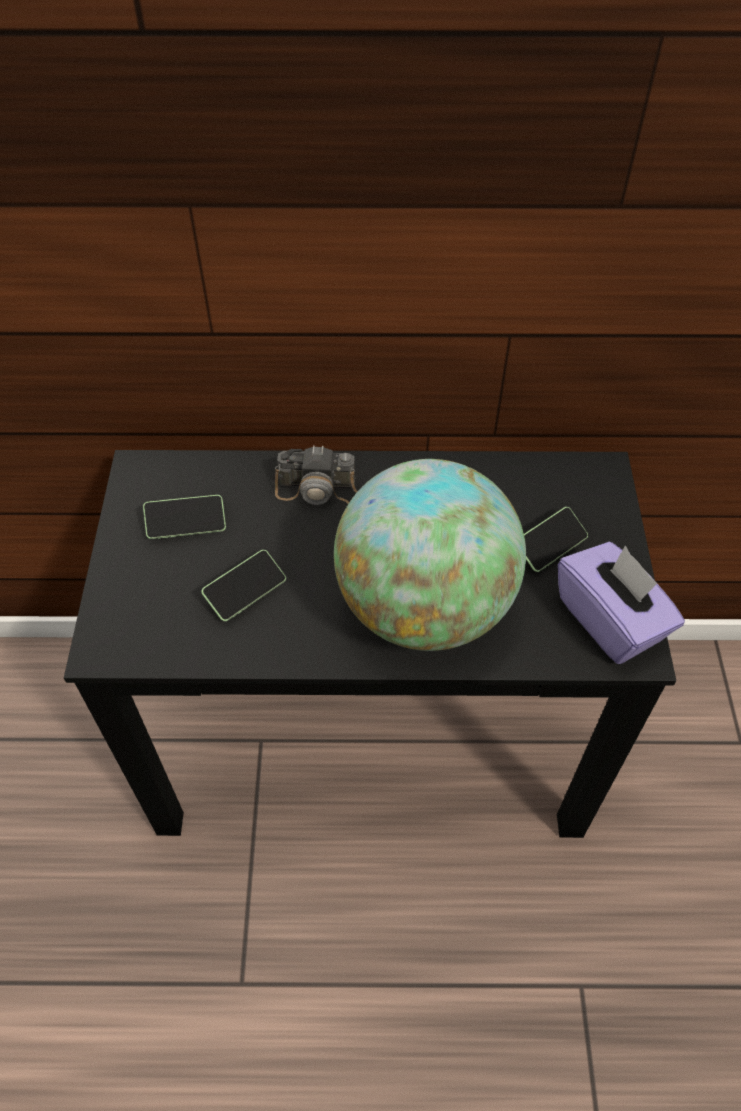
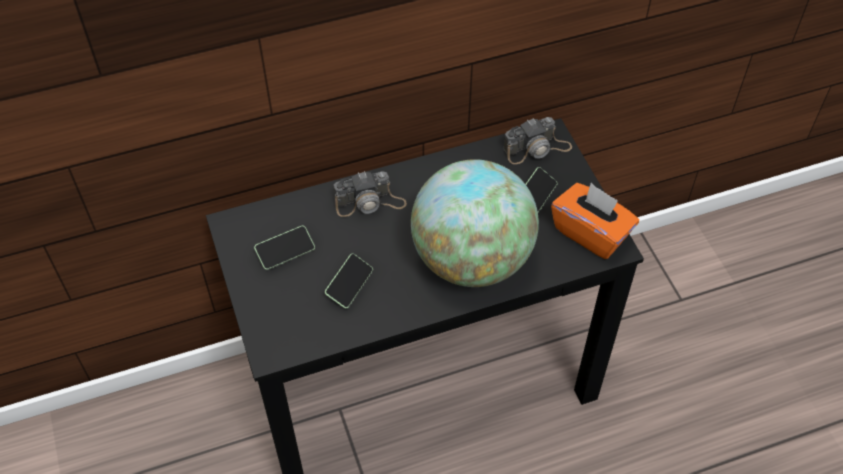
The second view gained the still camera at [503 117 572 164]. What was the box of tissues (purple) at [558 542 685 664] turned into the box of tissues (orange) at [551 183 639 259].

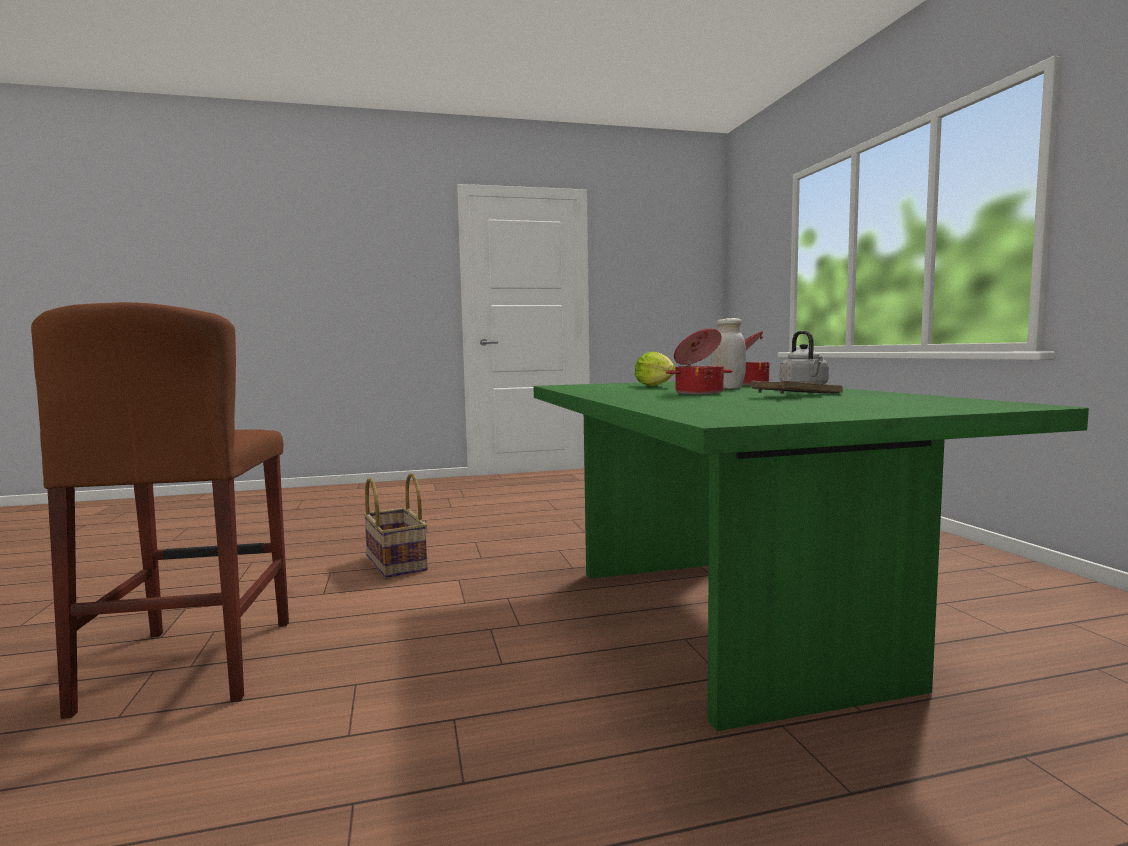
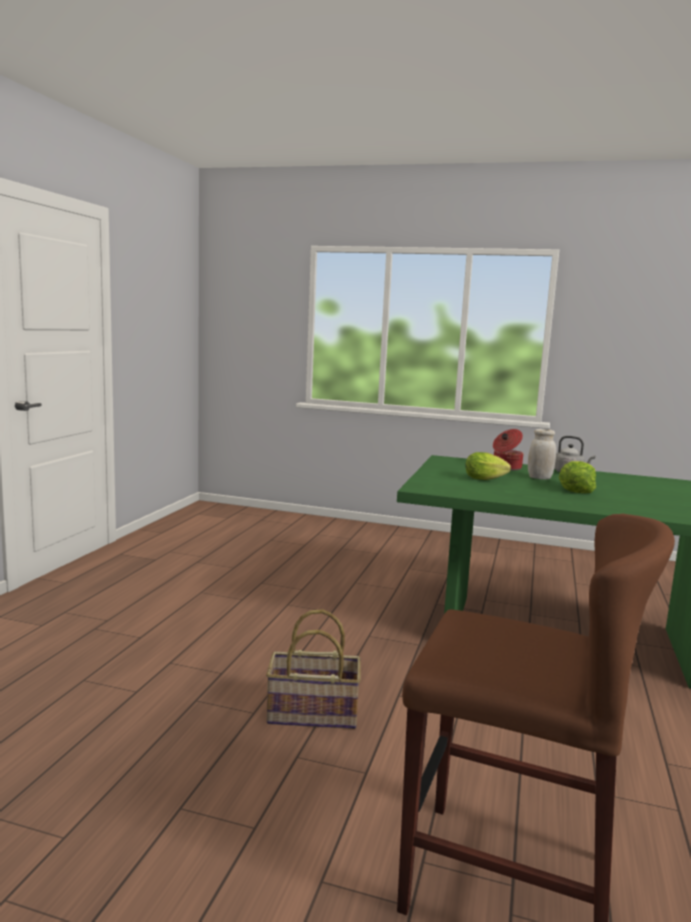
The second view lost the tray (brown) at [750 380 843 394]. Where the saucepot stood at [666 328 733 394], the head of lettuce came to stand at [559 461 596 493].

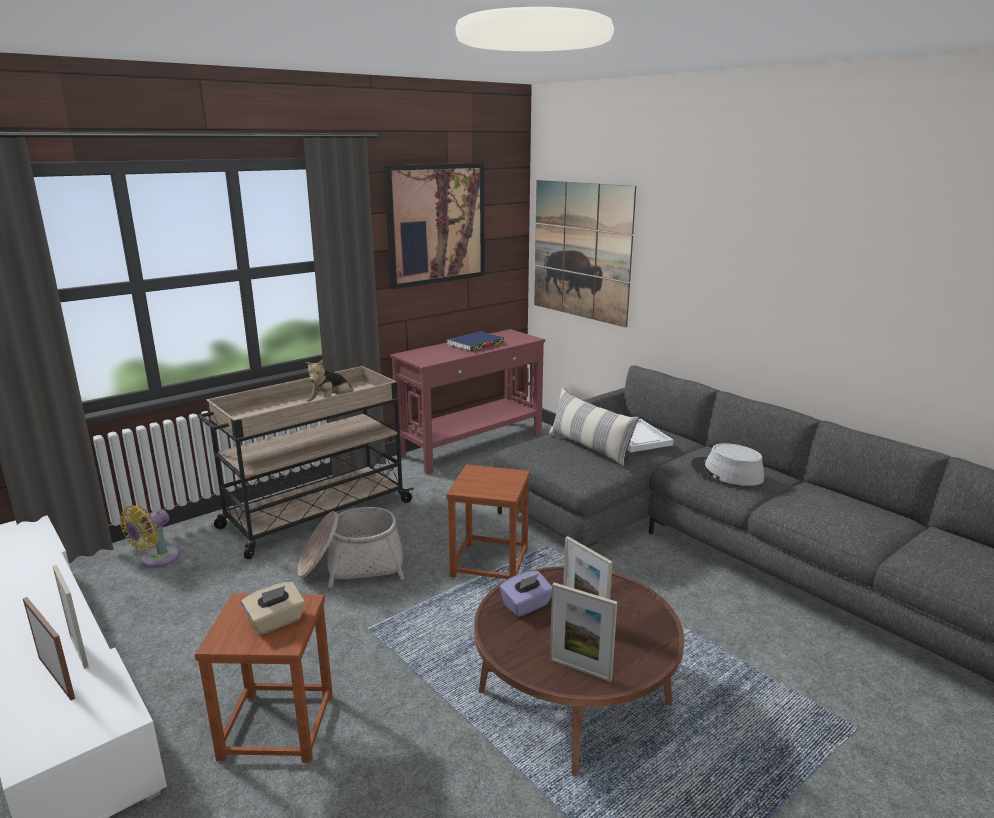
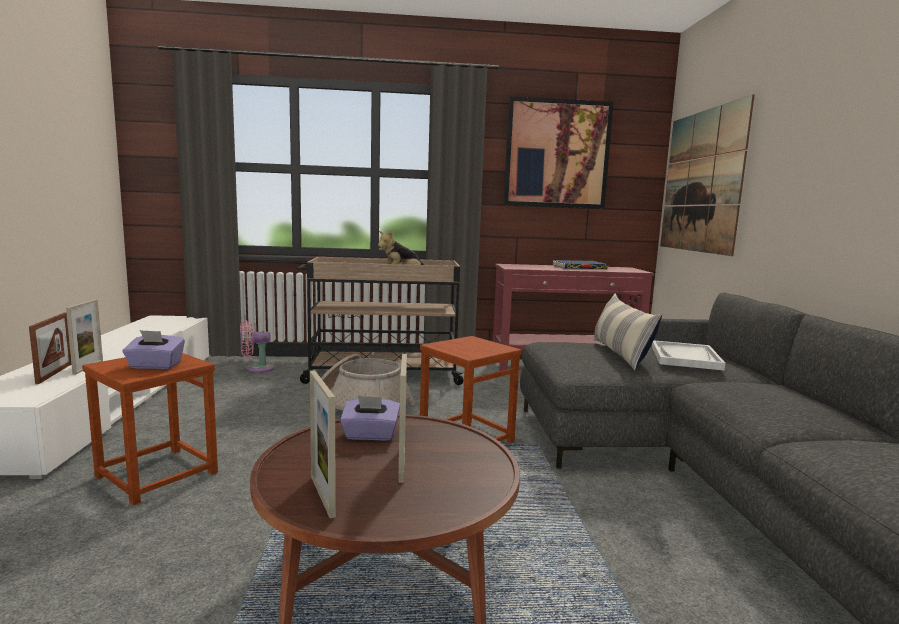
The second view lost the clothing hat (gray) at [691 443 764 486]. What was the electric fan (yellowish) at [120 505 179 568] turned into the electric fan (pink-coloured) at [240 320 275 373]. What was the box of tissues (sand-coloured) at [241 582 305 635] turned into the box of tissues (purple) at [123 330 185 369].

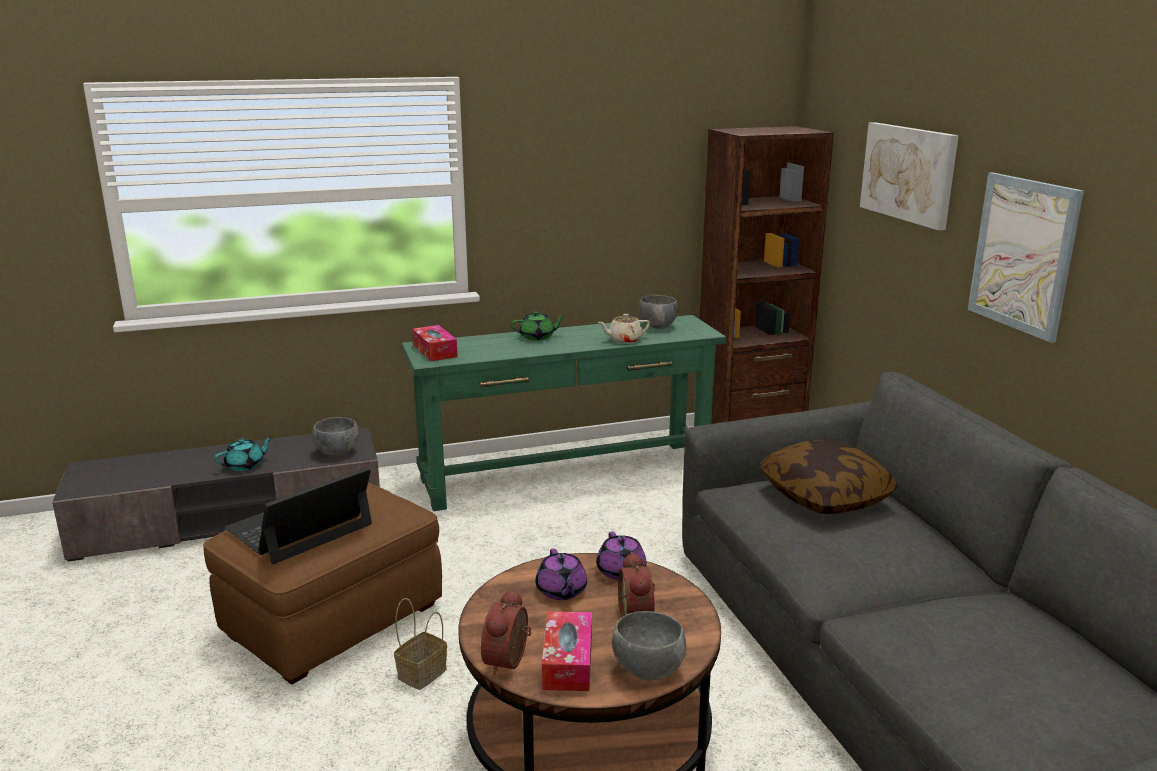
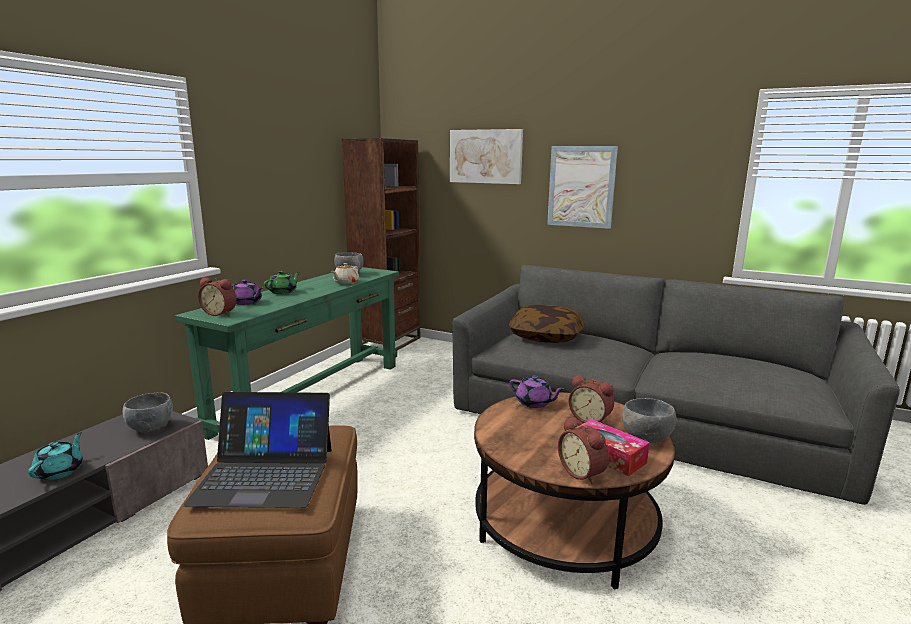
The second view lost the basket at [394 598 447 690]. The tea pot (purple) ended up elsewhere, having gone from [535 548 587 600] to [232 280 262 305]. Where the box of tissues stood at [412 325 458 361], the table clock came to stand at [198 277 237 316]. The laptop at [225 467 372 564] ended up facing another way, 90 degrees counterclockwise from before.

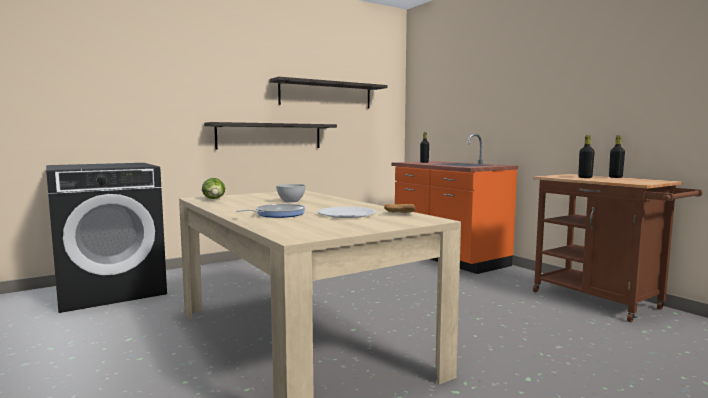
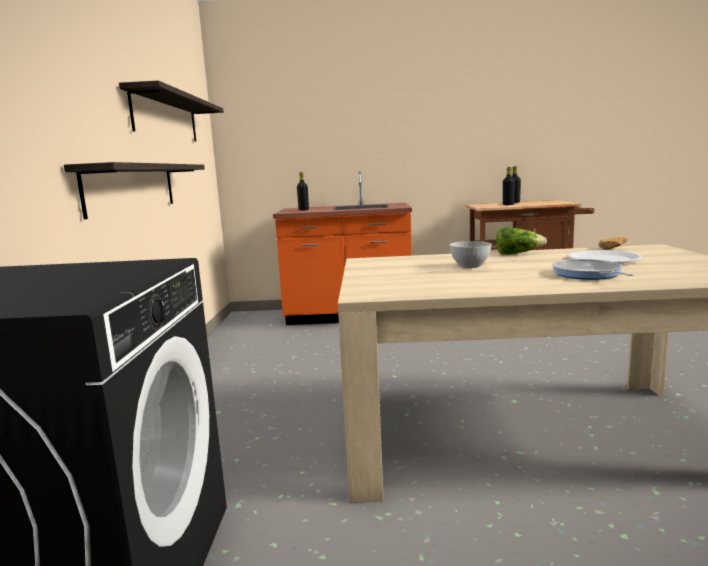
The head of lettuce ended up elsewhere, having gone from [202 178 225 199] to [496 227 547 255].

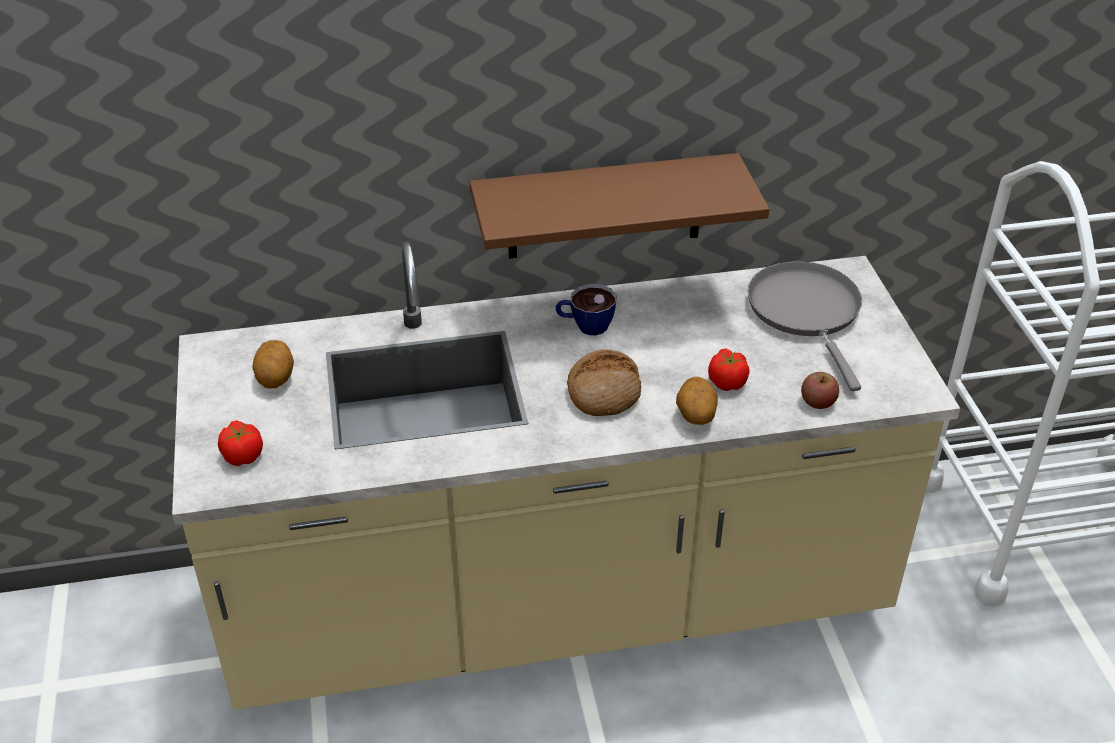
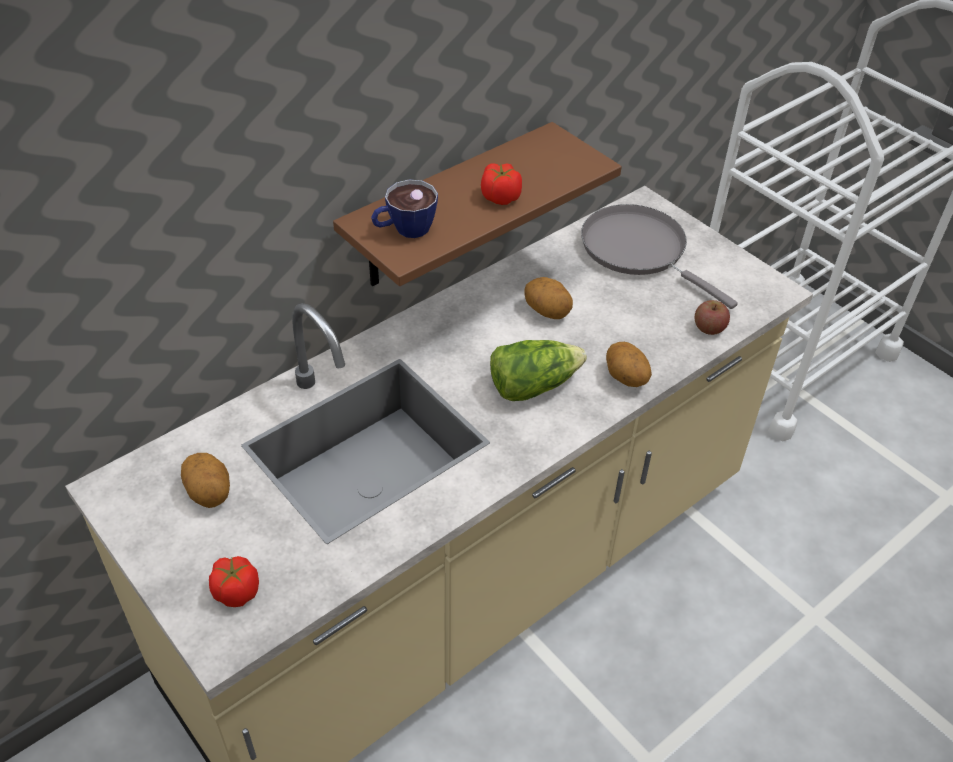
The second view gained the spud at [525 277 573 319]. The drinking cup ended up elsewhere, having gone from [555 284 617 336] to [371 179 438 238]. The tomato ended up elsewhere, having gone from [708 349 749 391] to [481 163 522 205]. Where the bakery bread stood at [567 349 641 416], the head of lettuce came to stand at [490 340 587 401].

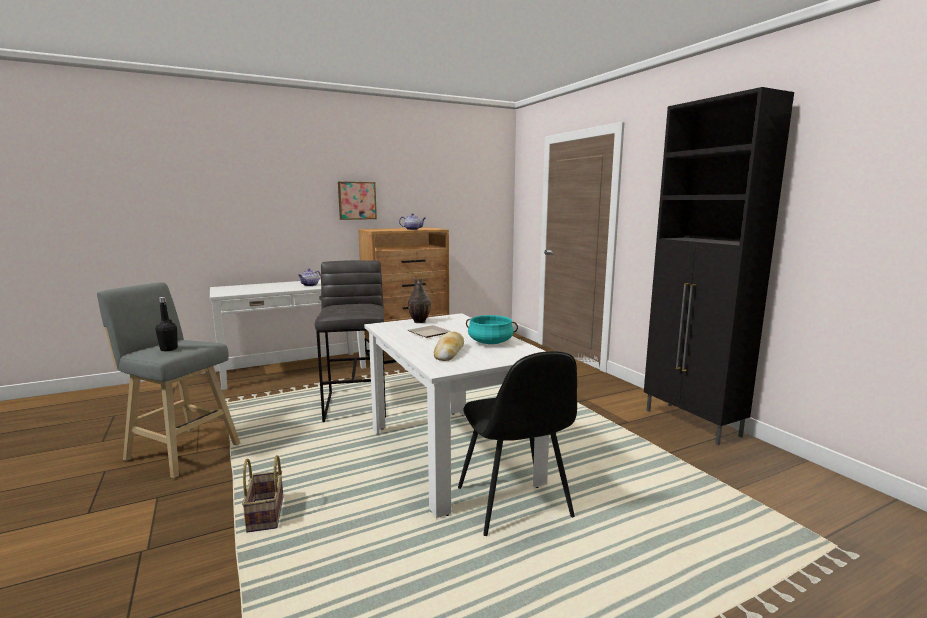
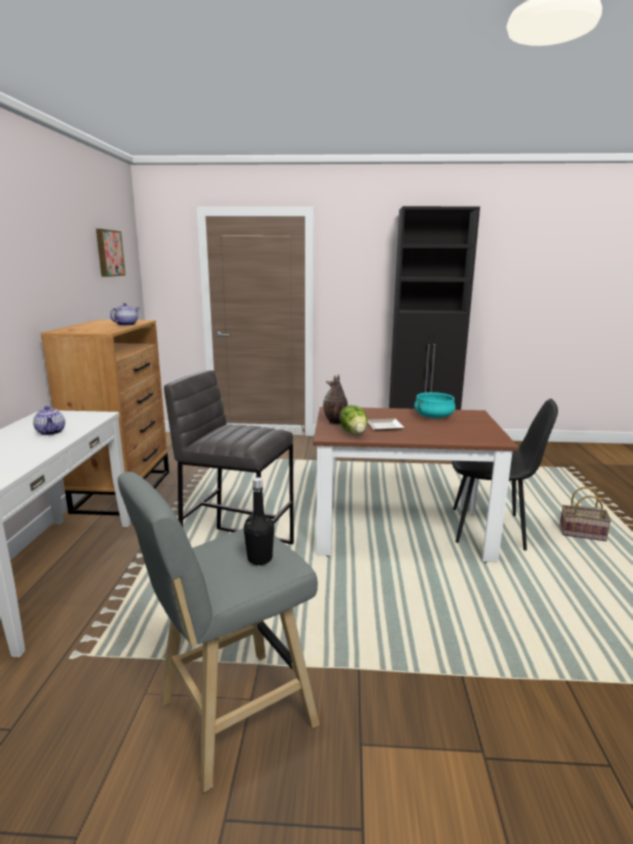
The second view lost the bakery bread at [434 331 464 361]. The second view gained the head of lettuce at [339 405 368 434]. The basket ended up elsewhere, having gone from [242 455 283 533] to [560 487 612 541]. The wall art ended up elsewhere, having gone from [338 181 377 220] to [96 229 126 277]. What was the dinner table (whitish) at [364 313 549 518] turned into the dinner table (brown) at [313 407 518 563].

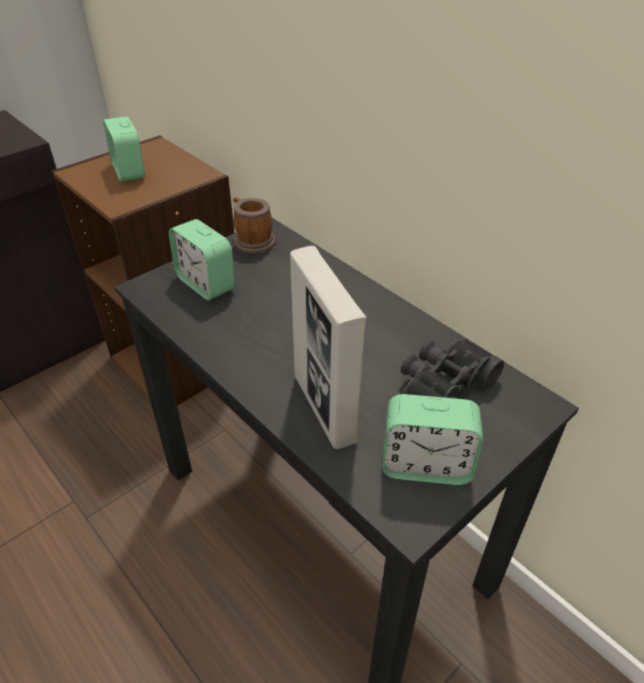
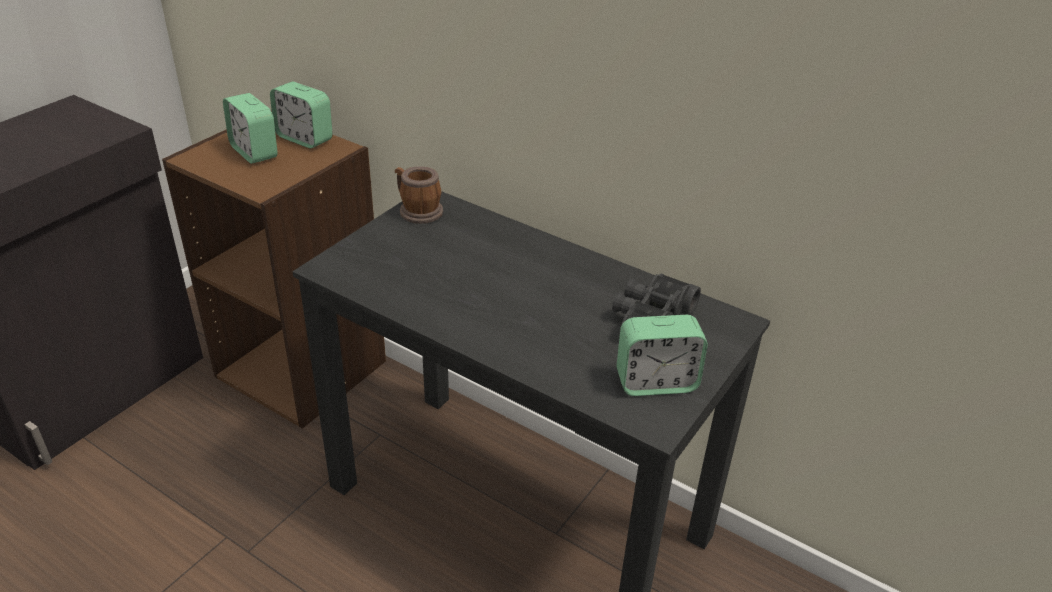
The second view lost the photo frame at [290 246 366 449]. The table clock ended up elsewhere, having gone from [169 219 235 300] to [270 82 333 148].

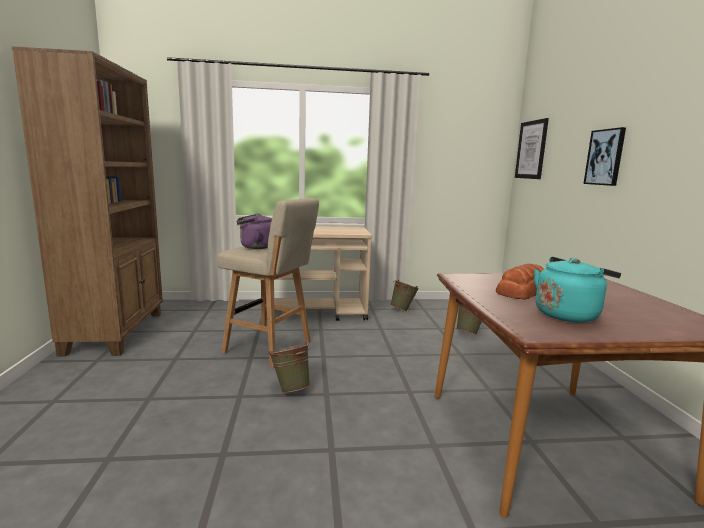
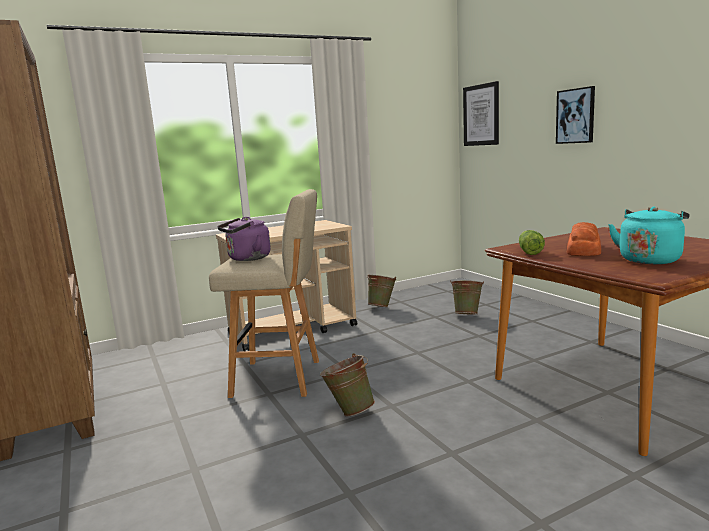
The second view gained the head of lettuce at [519 230 545 255].

